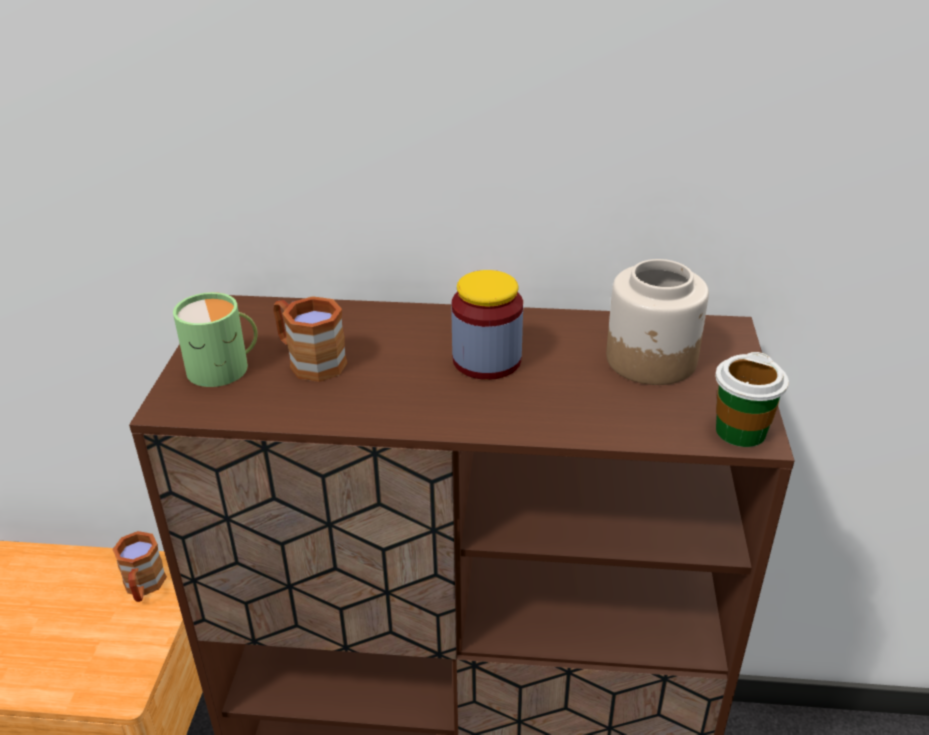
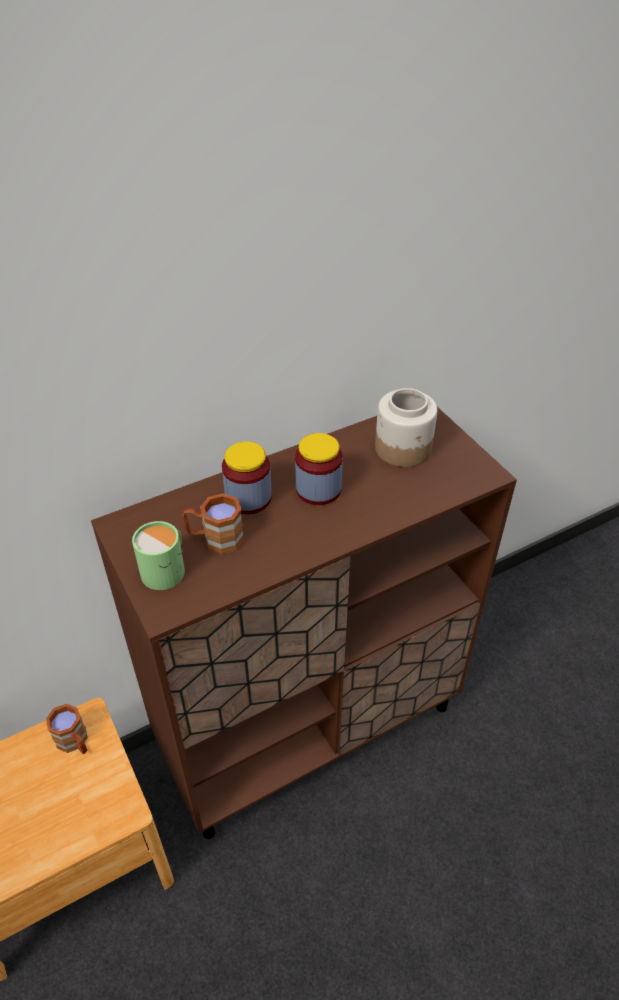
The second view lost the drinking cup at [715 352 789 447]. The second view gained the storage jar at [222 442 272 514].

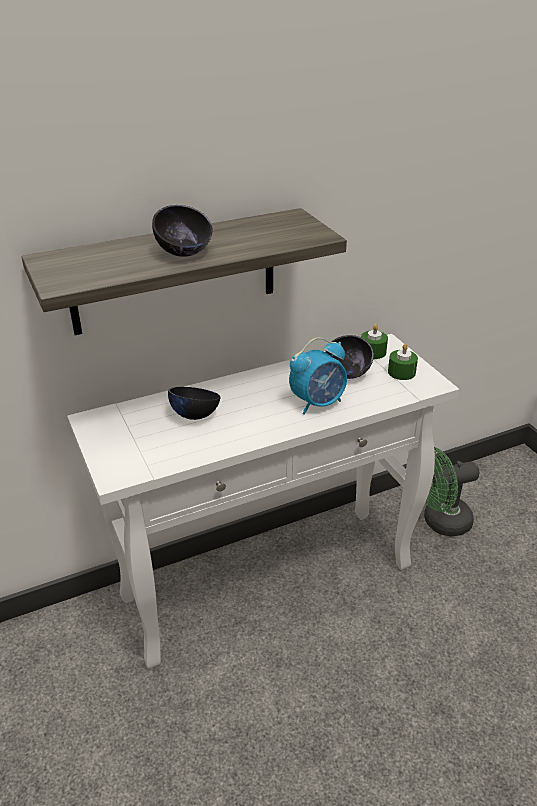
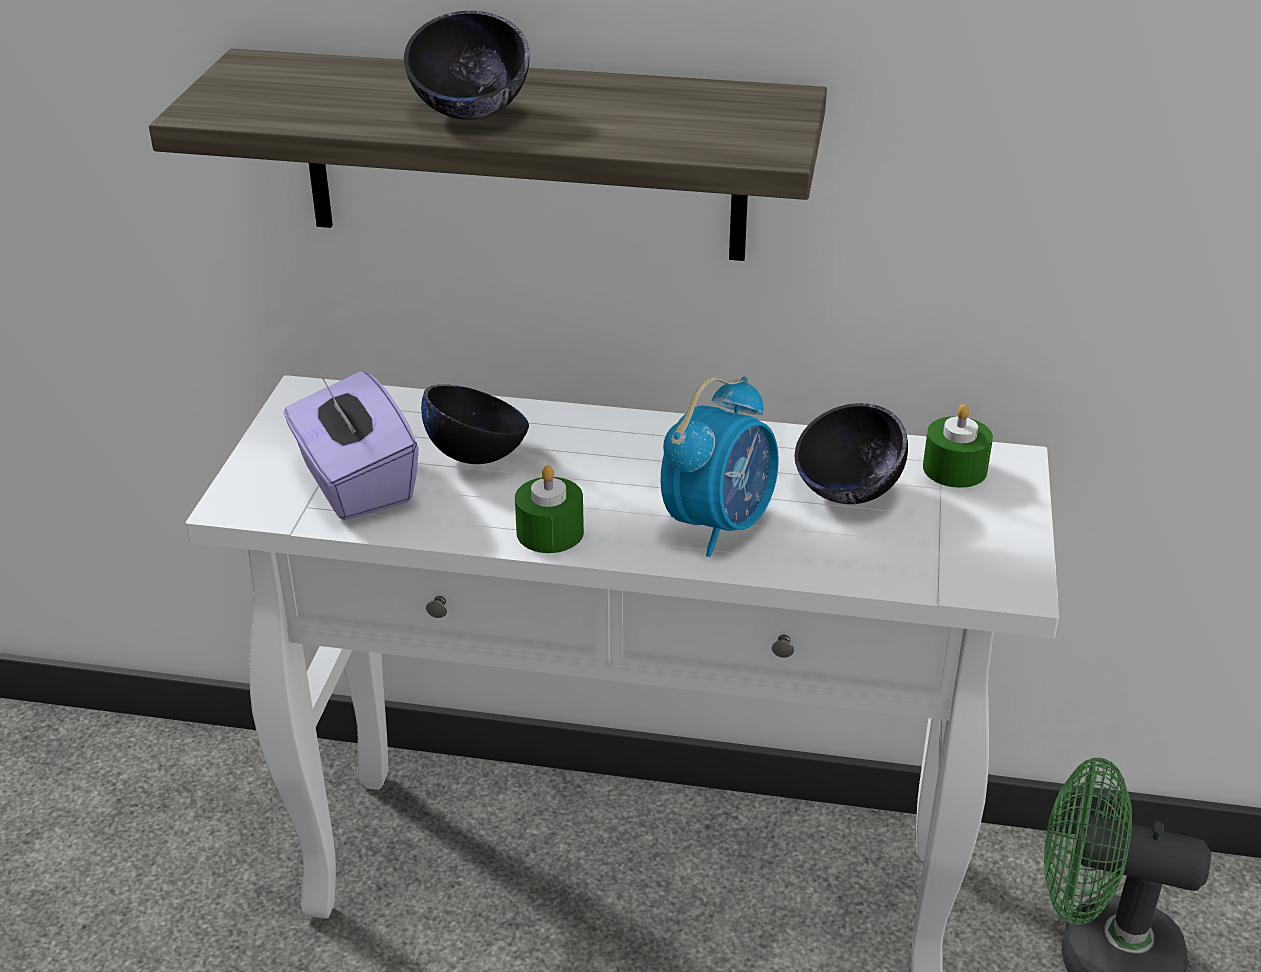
The second view gained the box of tissues (purple) at [284 371 419 520]. The wax candle (greenish) ended up elsewhere, having gone from [388 344 418 380] to [515 465 584 553]. The table clock at [289 337 347 415] ended up facing another way, 60 degrees counterclockwise from before.

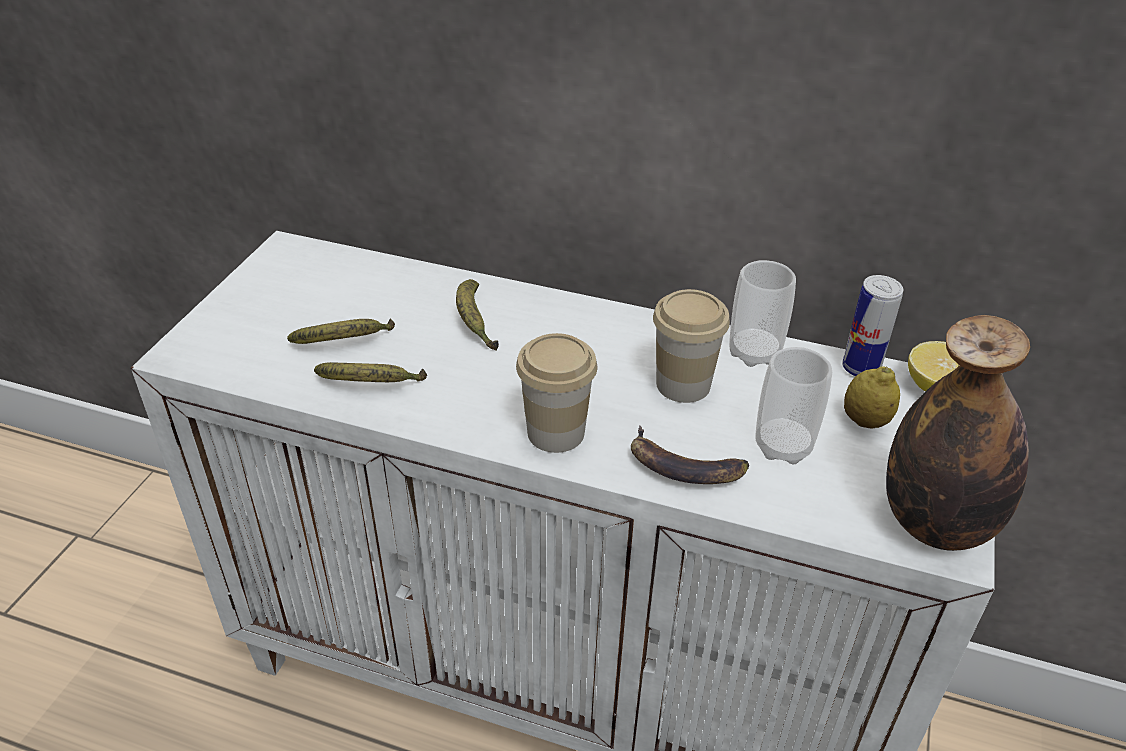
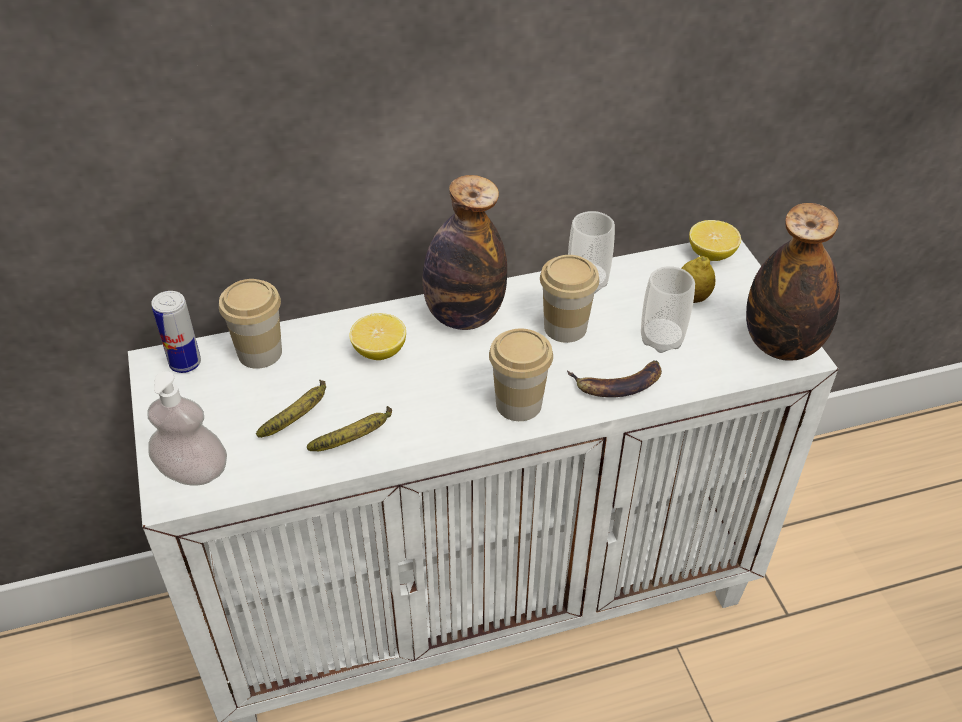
The second view gained the liquid soap bottle at [147 371 227 485]. The second view gained the drinking cup at [219 279 282 369]. The second view gained the beverage bottle at [422 175 507 330]. The metal can ended up elsewhere, having gone from [842 275 903 376] to [151 291 201 373]. Where the banana fruit stood at [456 279 499 351], the whole lemon came to stand at [349 313 406 360].

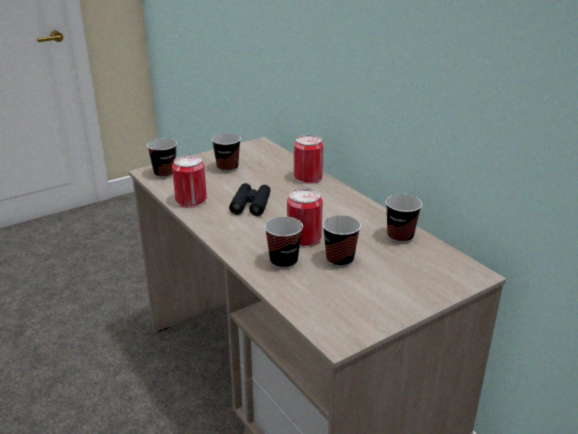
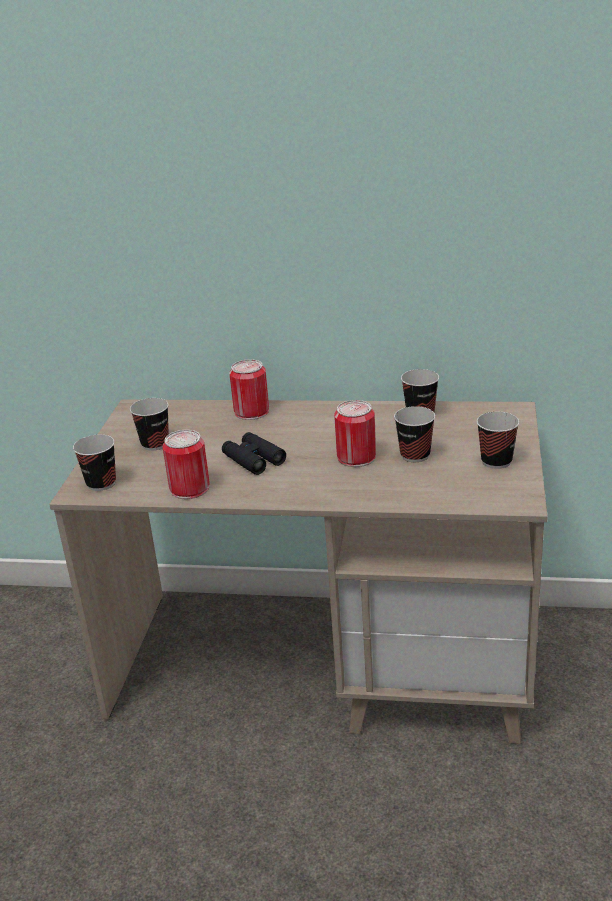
The drinking cup ended up elsewhere, having gone from [264 216 303 269] to [477 412 519 469].

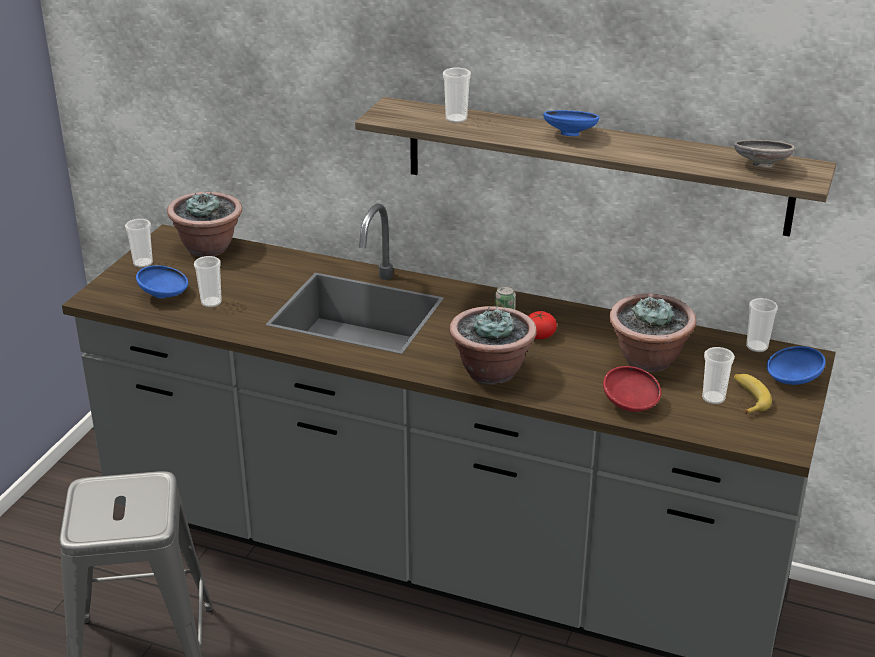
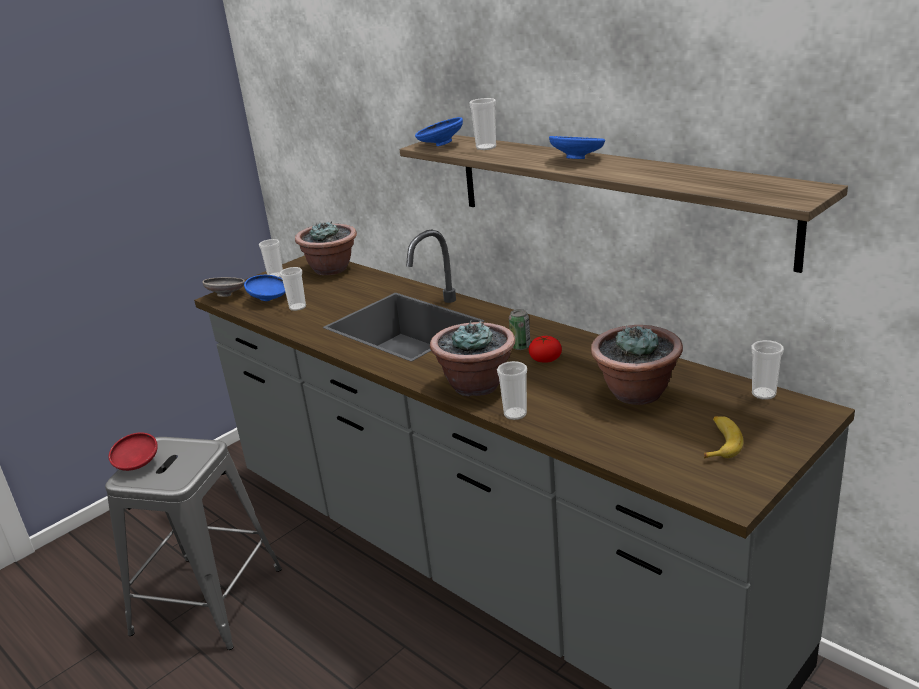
The deep dish (red-coloured) ended up elsewhere, having gone from [603 366 661 412] to [109 432 158 471]. The drinking cup ended up elsewhere, having gone from [702 347 735 404] to [497 361 527 420]. The deep dish (gray) ended up elsewhere, having gone from [734 140 795 168] to [202 277 245 297]. The deep dish (bluish) ended up elsewhere, having gone from [767 346 826 385] to [415 117 463 146].

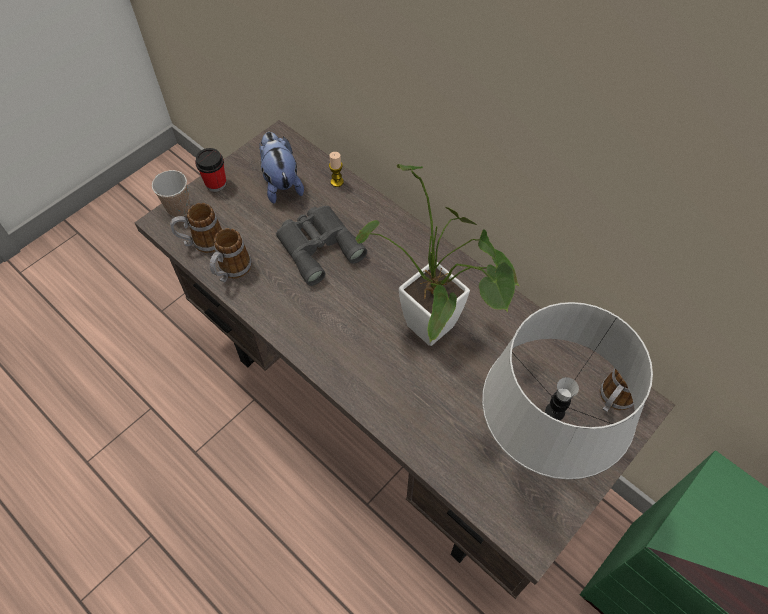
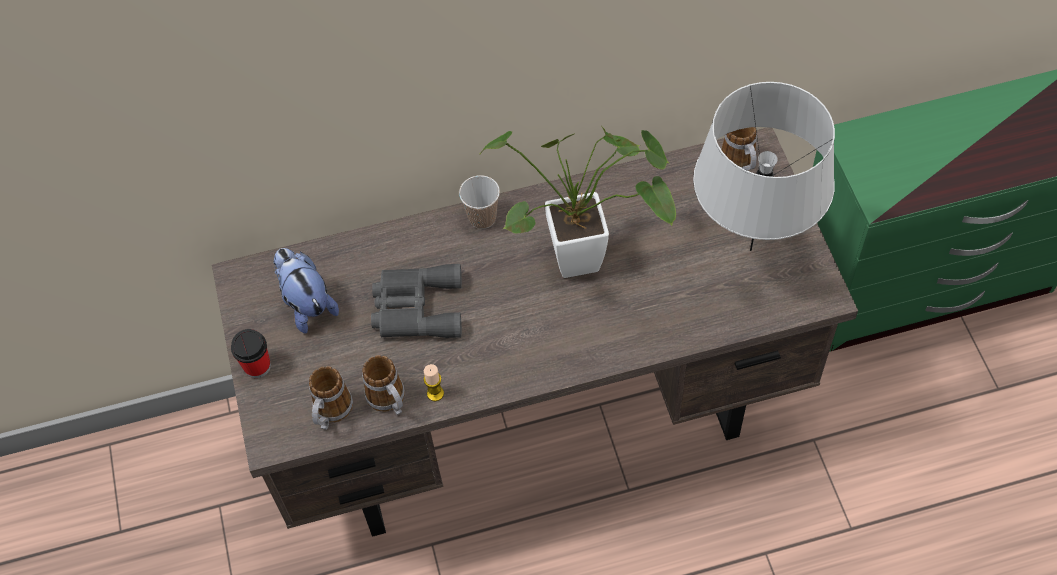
The drinking cup ended up elsewhere, having gone from [152 170 190 217] to [459 175 500 229]. The wax candle ended up elsewhere, having gone from [329 152 344 187] to [424 364 444 401]. The cuddly toy at [259 132 304 204] ended up facing another way, 45 degrees clockwise from before.

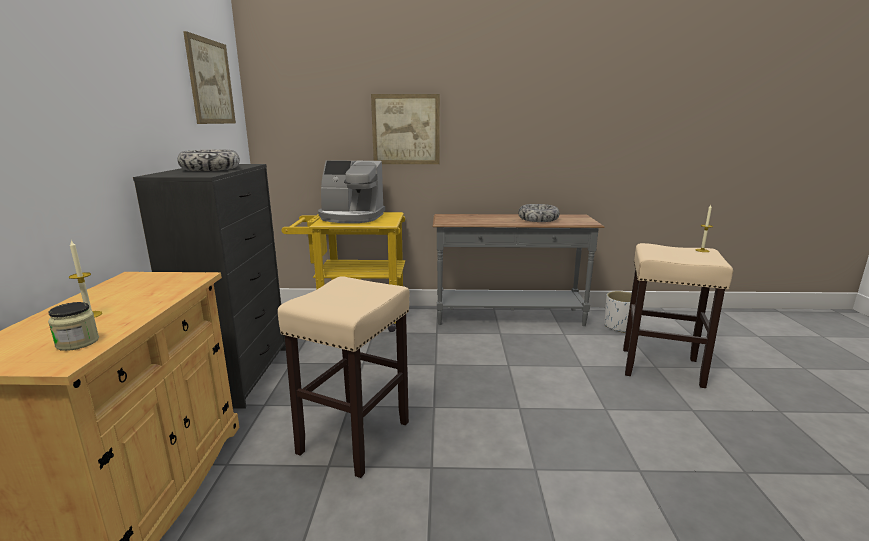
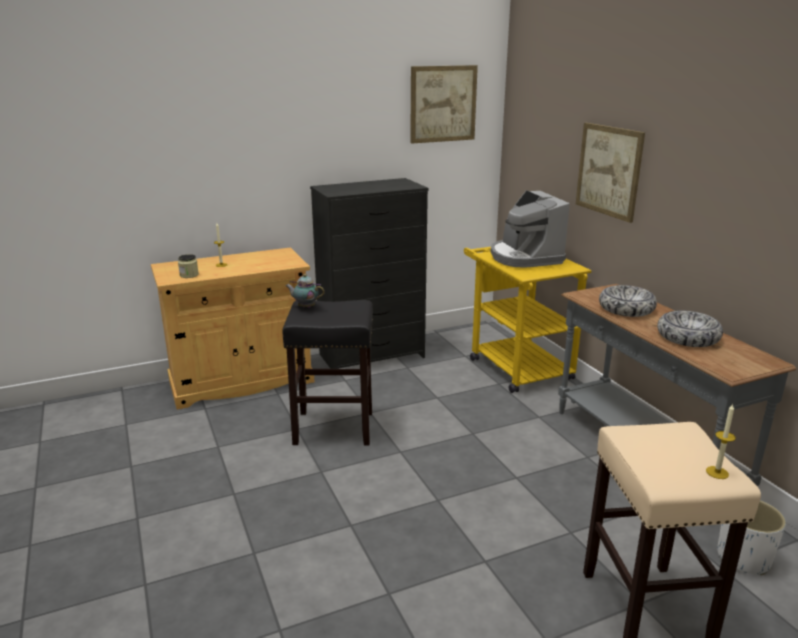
The second view gained the tea pot at [286 274 325 308]. The deep dish ended up elsewhere, having gone from [177 150 240 171] to [599 285 657 317]. What was the sitting stool (sand-coloured) at [277 276 409 478] turned into the sitting stool (black-coloured) at [282 300 373 446].

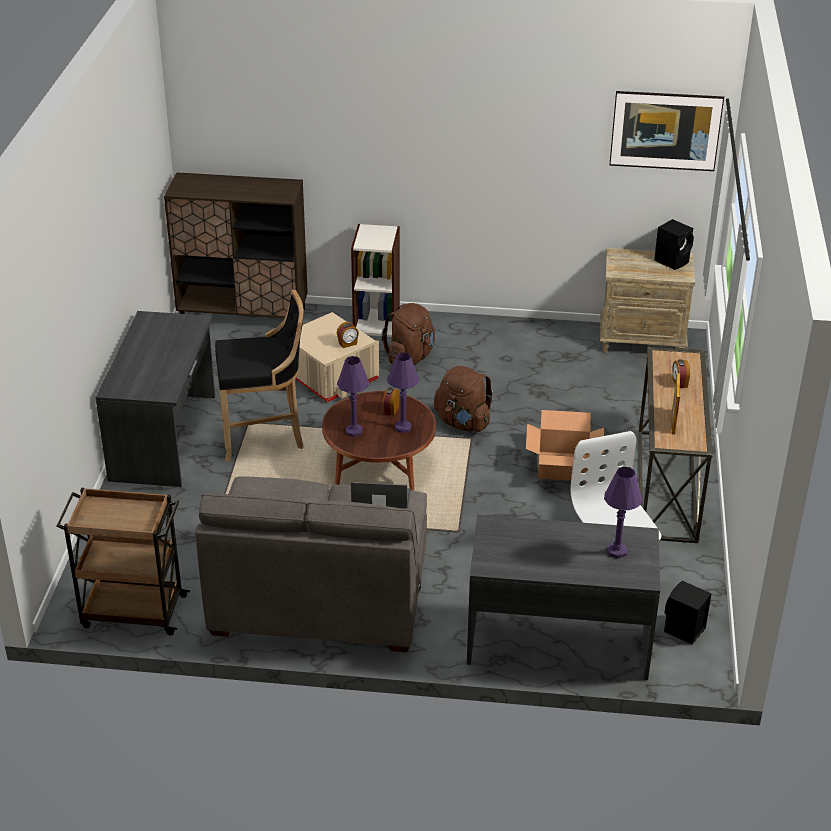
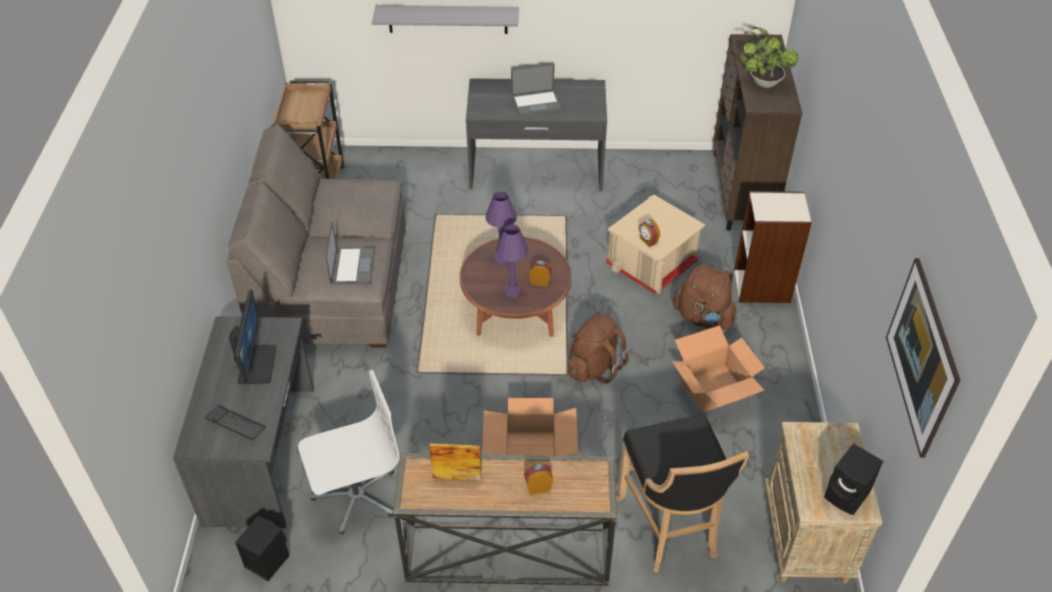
The second view gained the computer screen at [229 290 276 384]. The second view gained the shelf (gray) at [372 5 519 34]. The second view gained the laptop at [511 63 562 116]. The second view gained the packing box at [672 325 765 413]. The second view gained the houseplant at [740 27 798 88]. The sitting stool (black-coloured) ended up elsewhere, having gone from [215 290 304 462] to [616 414 749 573]. Where the lamp for a table (purple) stood at [604 467 642 559], the PC keyboard came to stand at [205 405 266 440].

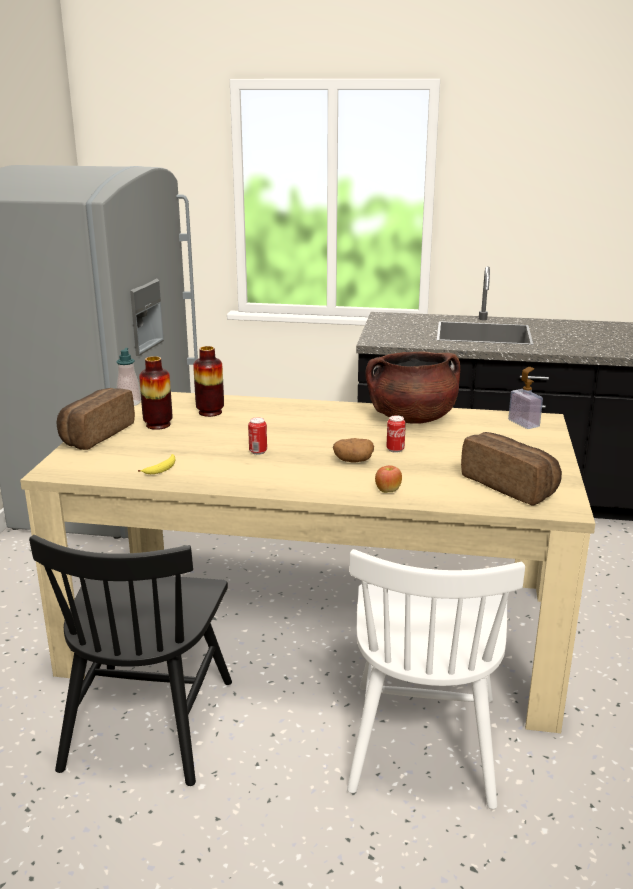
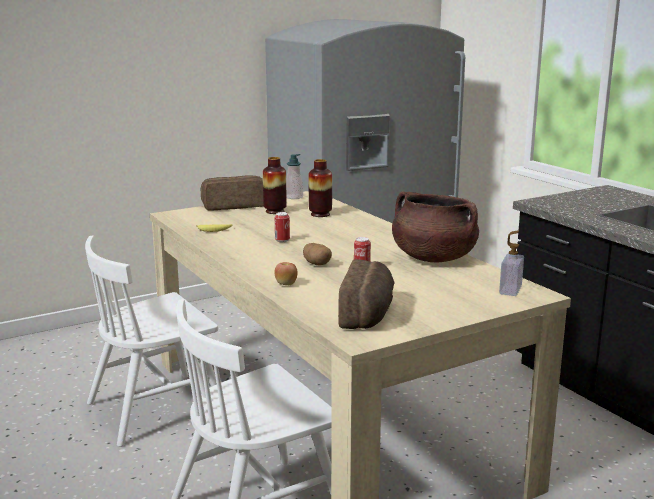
What was the plain chair (black-coloured) at [29 535 232 786] turned into the plain chair (whitish) at [85 236 218 447].

